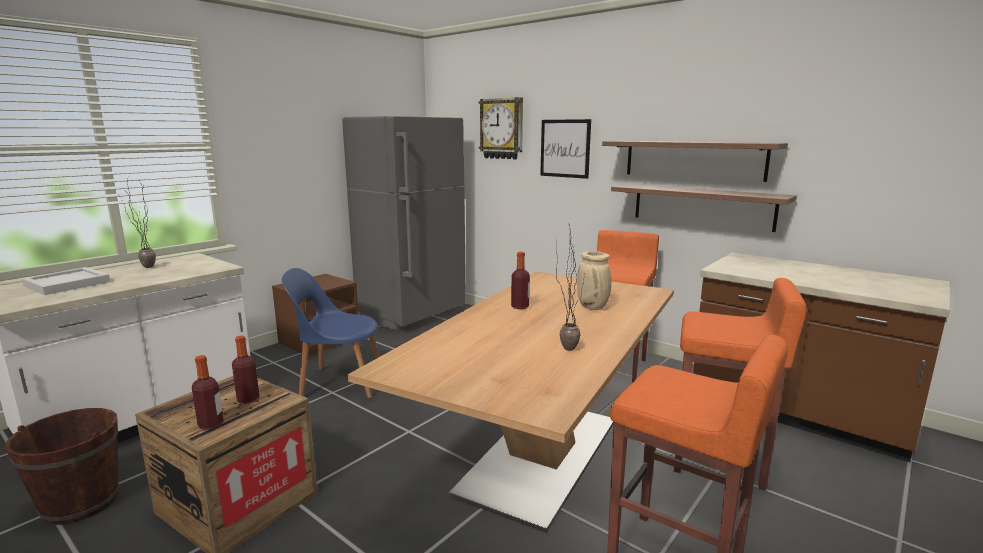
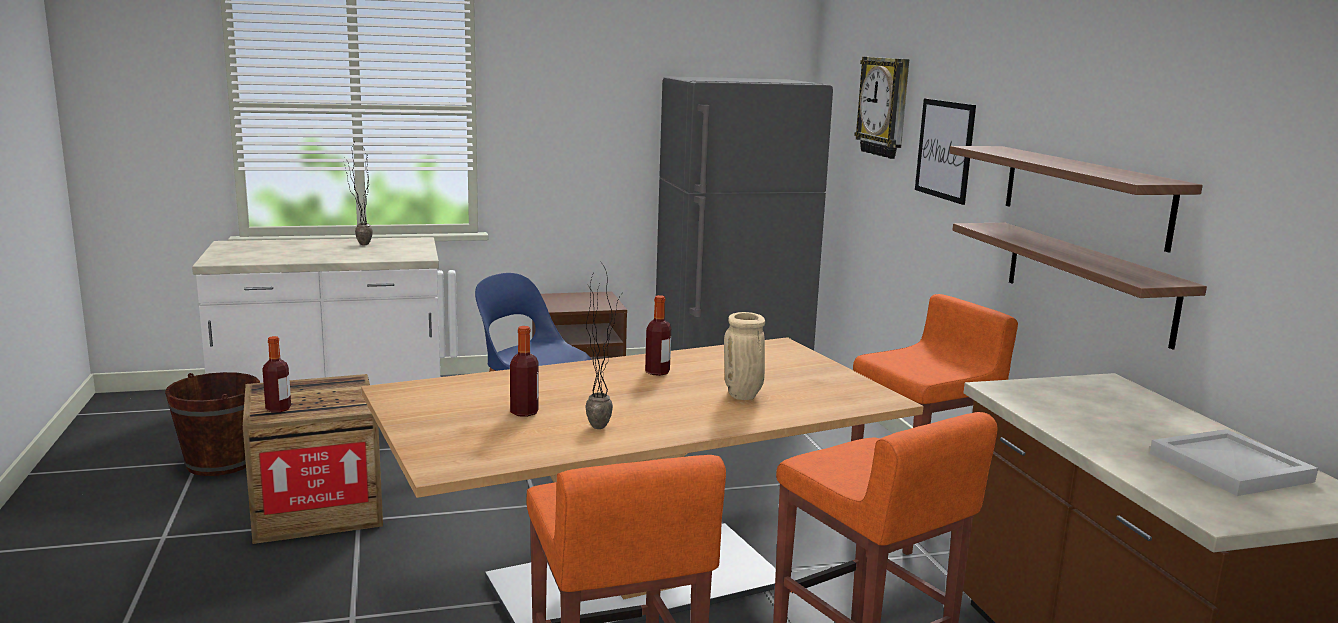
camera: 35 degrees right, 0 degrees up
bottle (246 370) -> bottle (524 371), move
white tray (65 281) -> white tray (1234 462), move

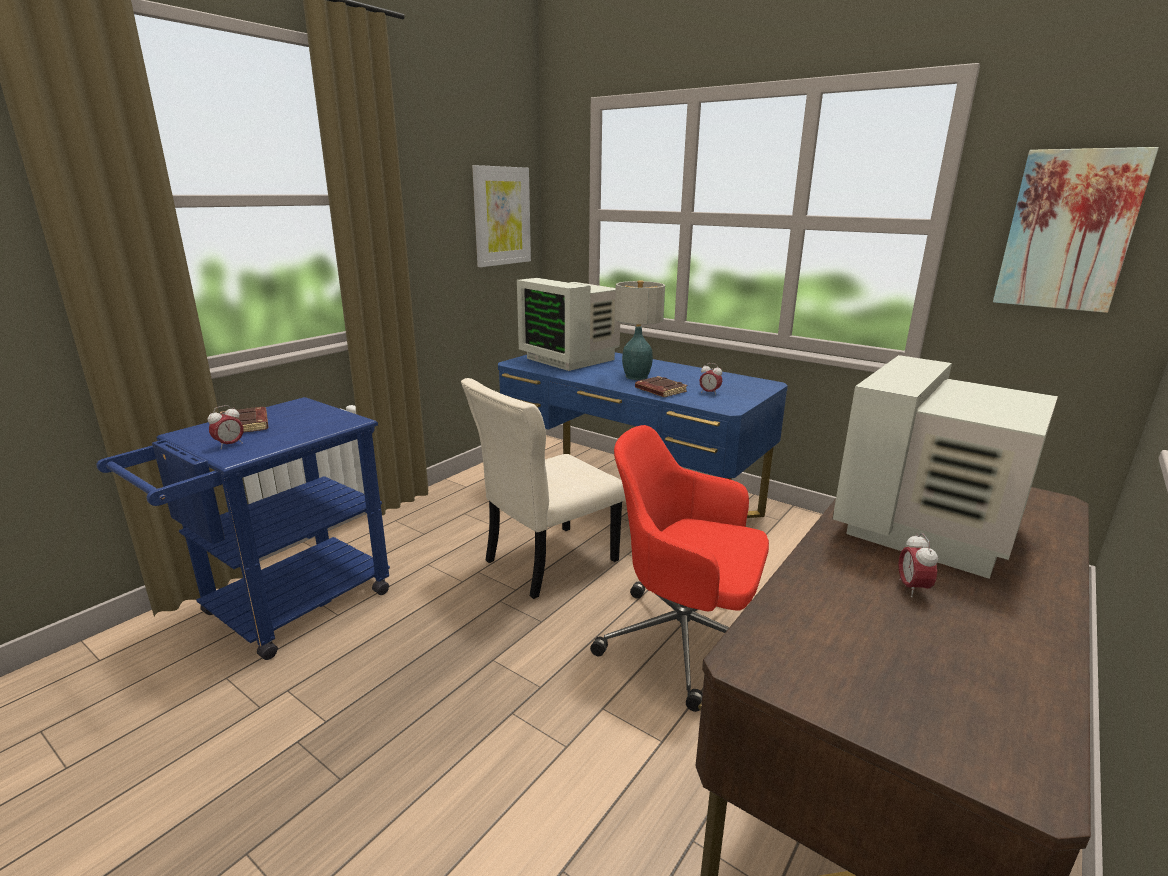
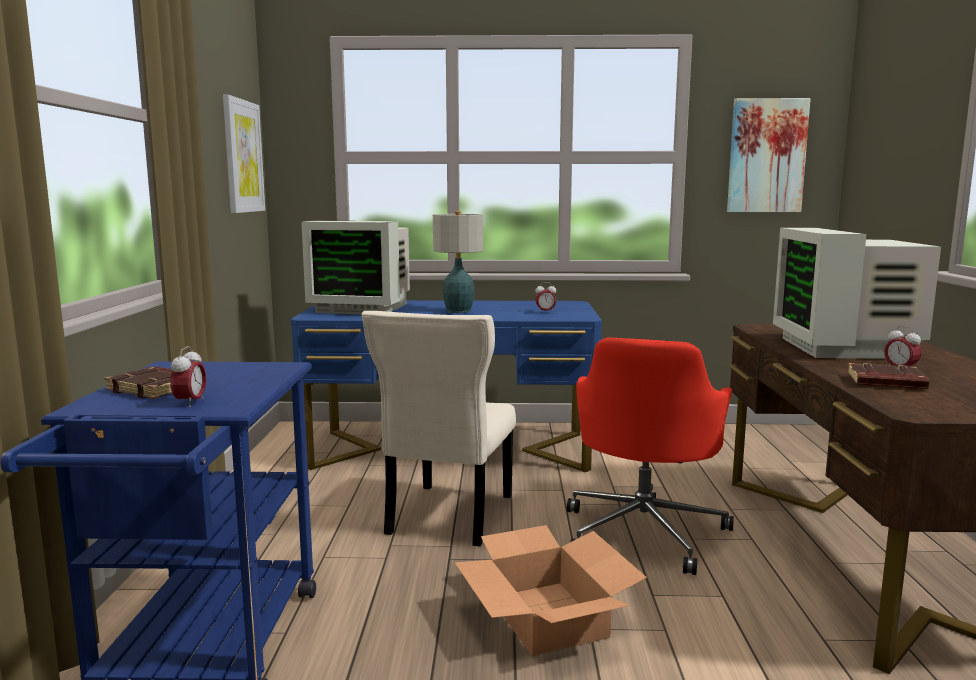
camera: 35 degrees left, 10 degrees down
none -> cardboard box (550 590)
red office chair (679 568) -> red office chair (650 456), 60 degrees counterclockwise
brown book (661 386) -> brown book (888 376), move

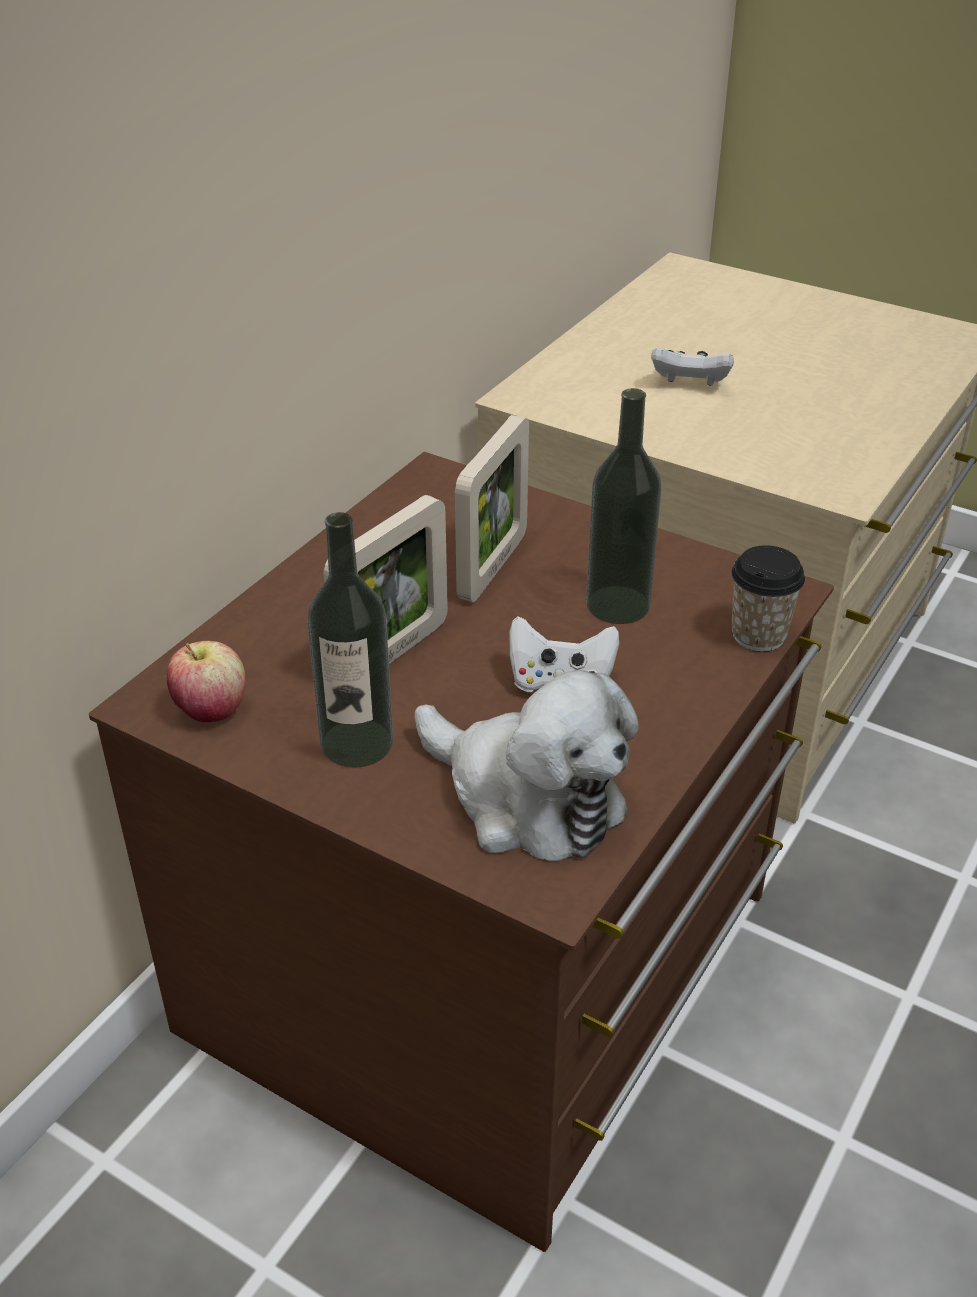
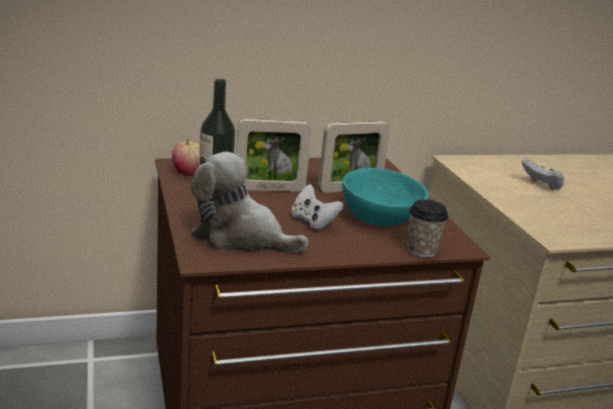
camera: 40 degrees right, 15 degrees down
plush toy (527 766) -> plush toy (250 202), 120 degrees clockwise
bottle (624 506) -> turquoise bowl (386 197)

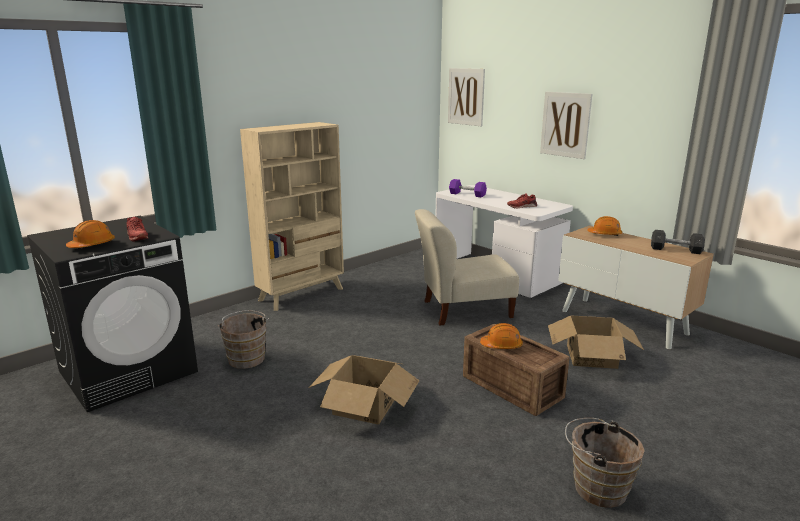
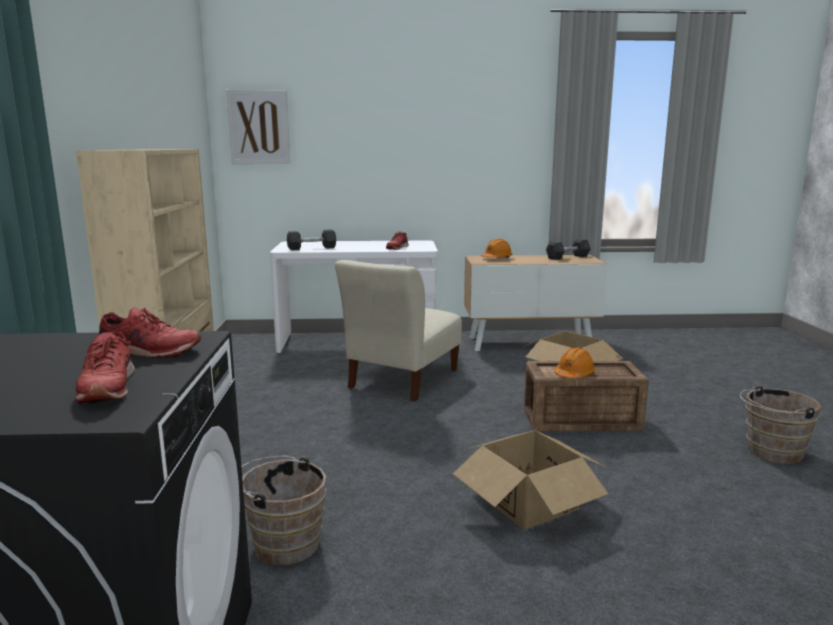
camera: 50 degrees left, 5 degrees down
orange hard hat (90 234) -> red shoe (105 368)
purple dumbbell (468 188) -> grey dumbbell (311 240)
picture (566 125) -> none

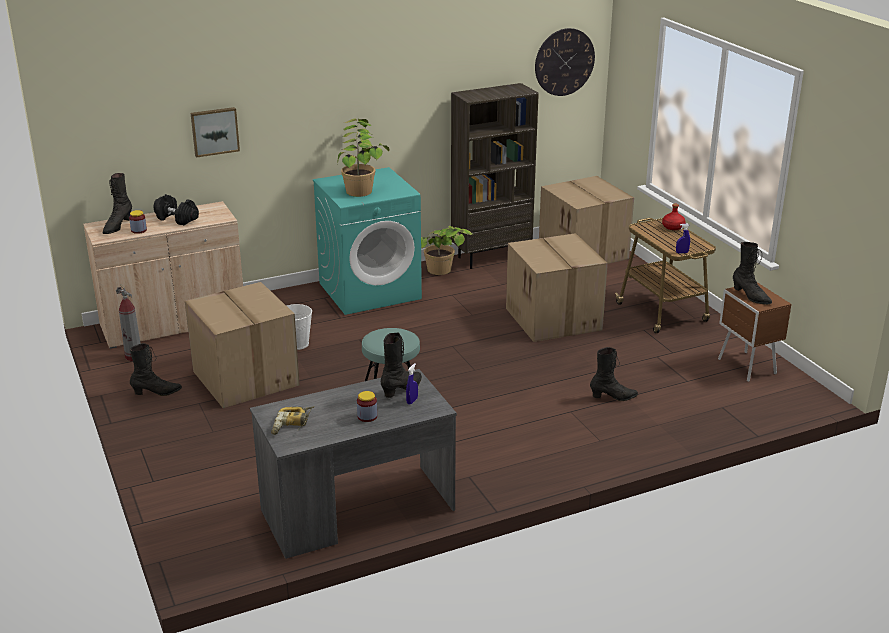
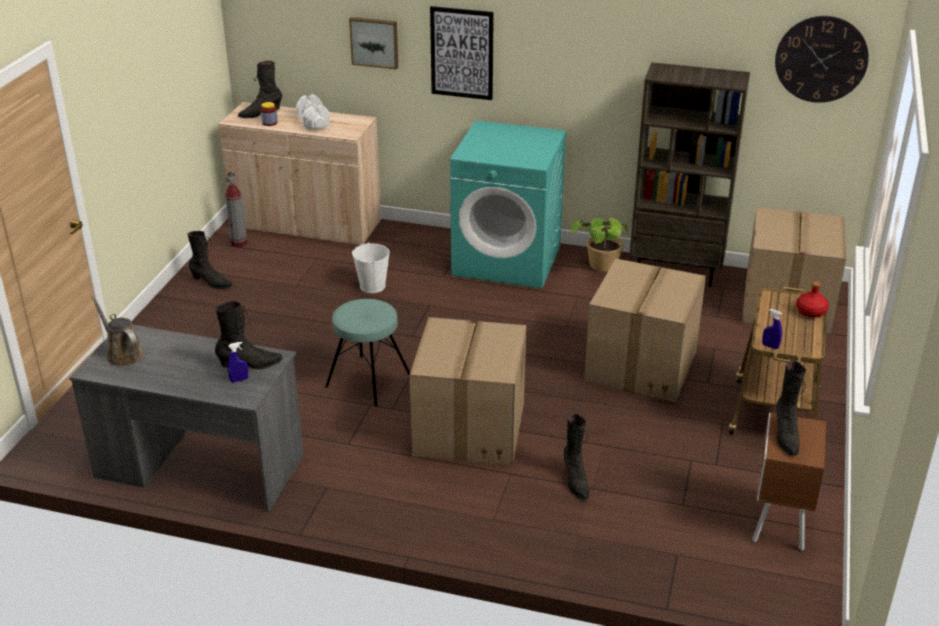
camera: 40 degrees right, 5 degrees up
power drill (292 420) -> brown watering can (117 331)
black dumbbell (176 209) -> white dumbbell (313 112)
cardboard box (242 345) -> cardboard box (468 391), move
none -> picture (462 53)
black boot (614 374) -> black boot (576 456), 45 degrees clockwise
potted plant (363 157) -> none
jar (367 406) -> none

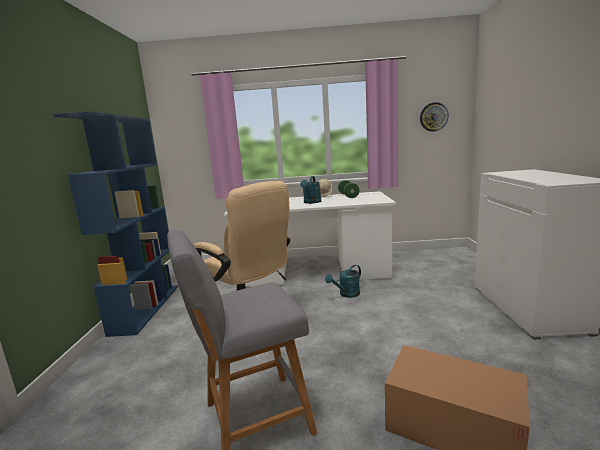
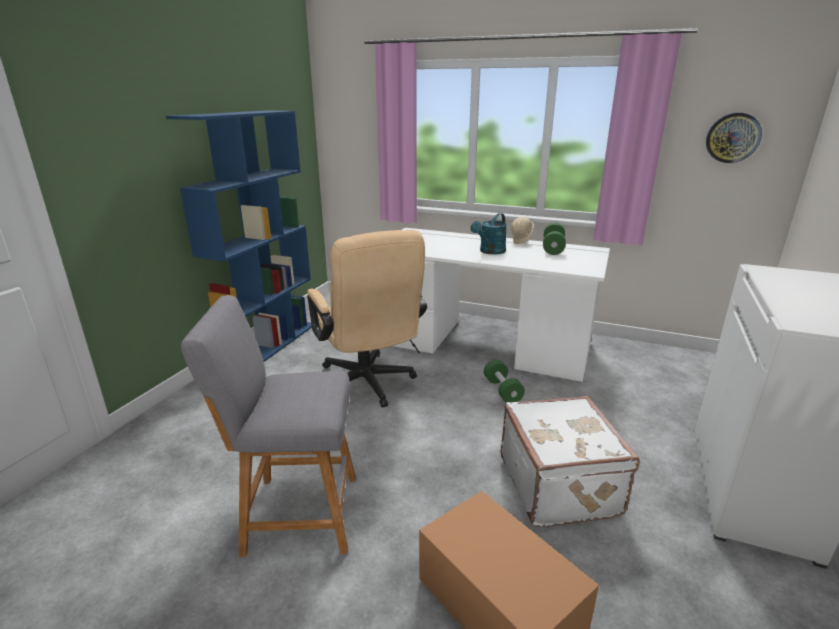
camera: 20 degrees right, 10 degrees up
turquoise watering can (343 281) -> green dumbbell (504 381)
none -> white suitcase (570 461)

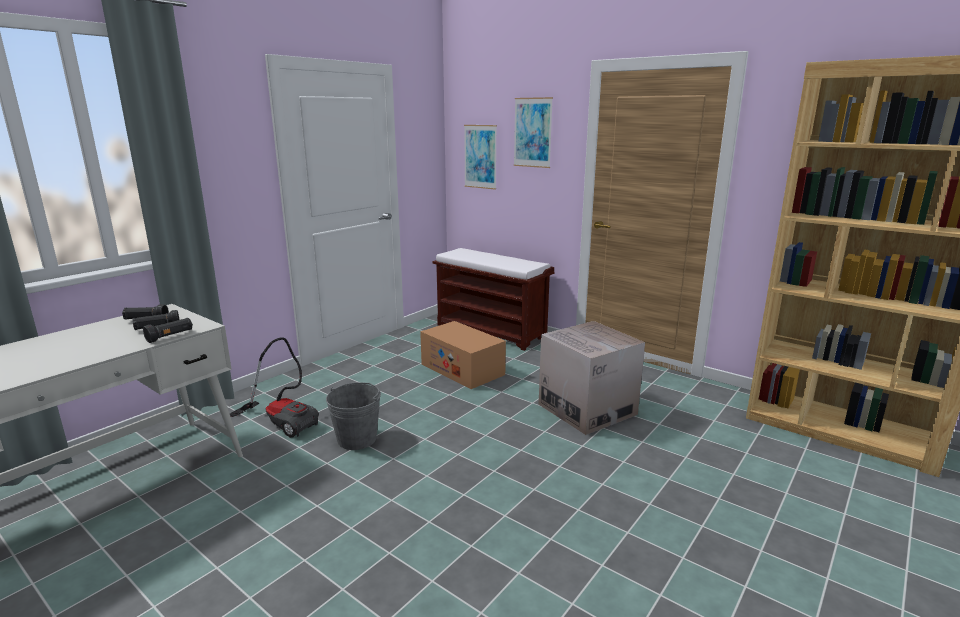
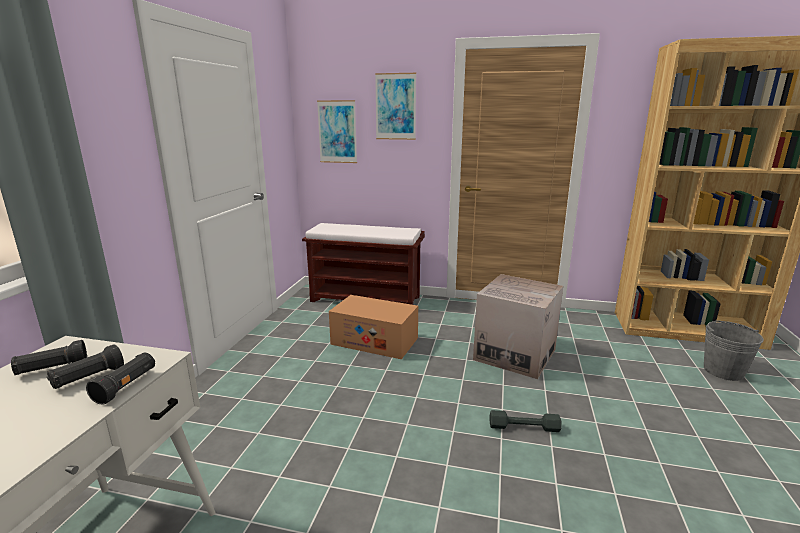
camera: 25 degrees left, 0 degrees up
none -> grey dumbbell (525 421)
grey bucket (353 416) -> grey bucket (734 350), move
vacuum cleaner (274 387) -> none

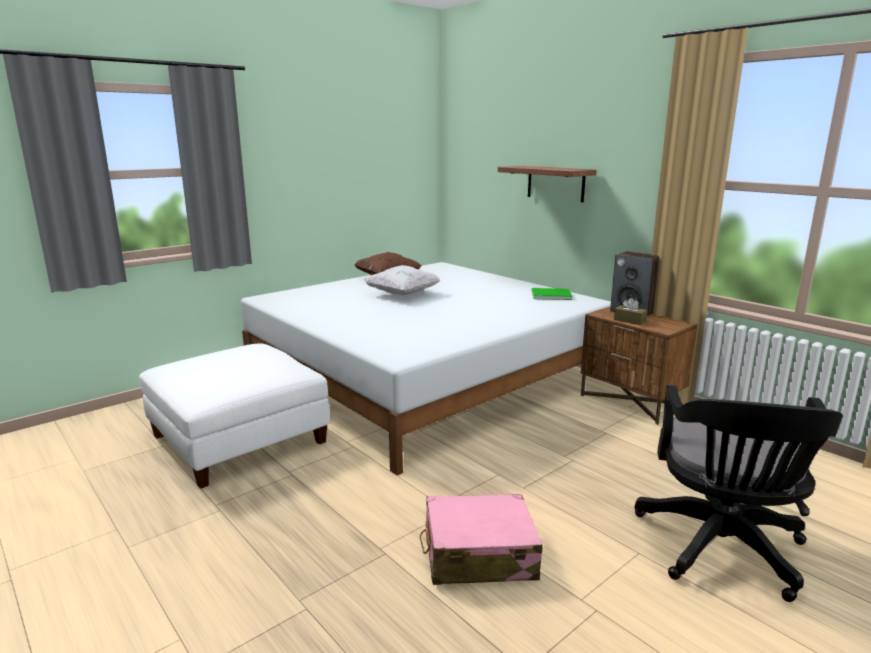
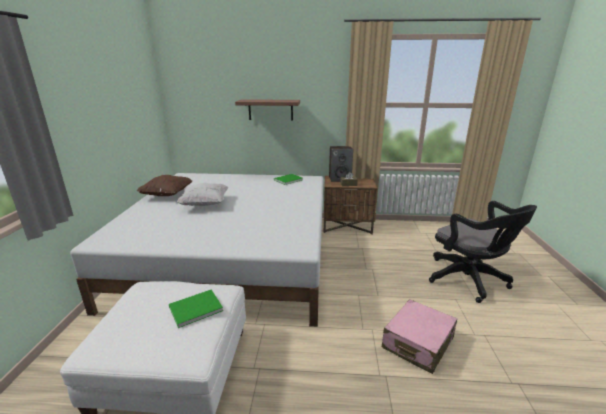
camera: 45 degrees left, 5 degrees up
none -> green book (196 309)

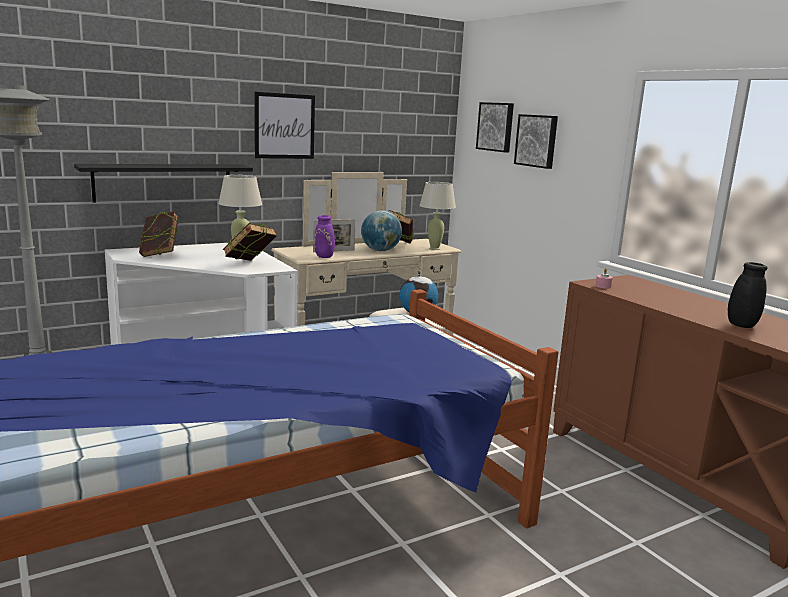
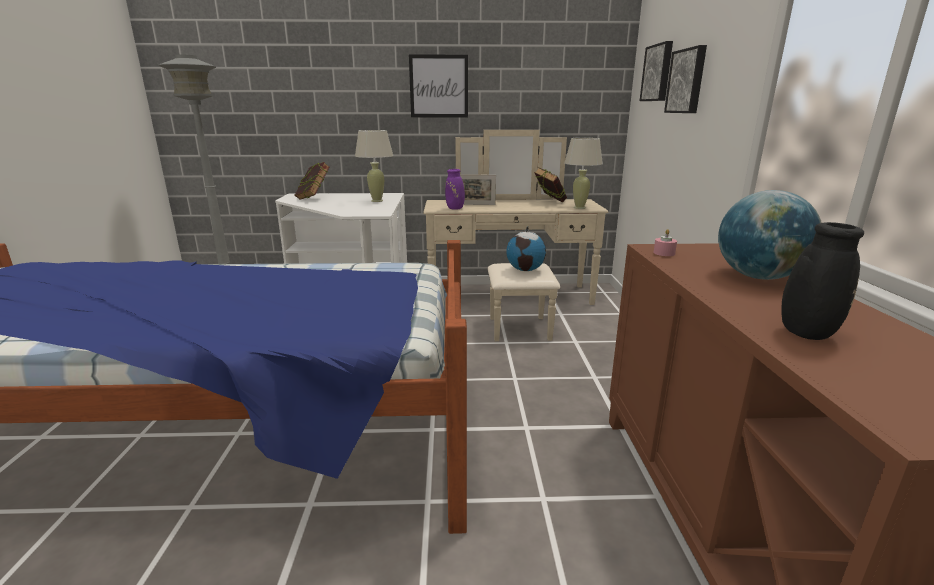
camera: 30 degrees right, 5 degrees up
globe (381 230) -> globe (770 235), move
black shelf (163 183) -> none
book (250 242) -> none

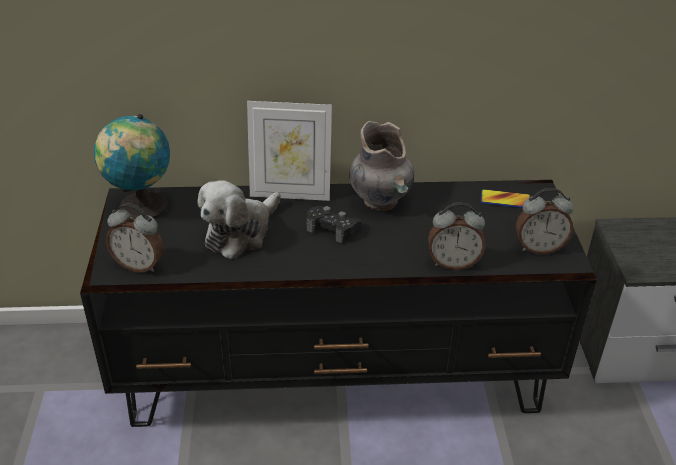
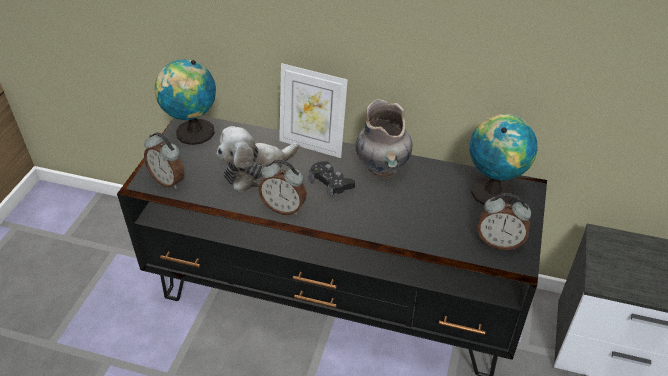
camera: 20 degrees right, 5 degrees up
alarm clock (456 236) -> alarm clock (283 187), move
phone (506 198) -> globe (503 159)

